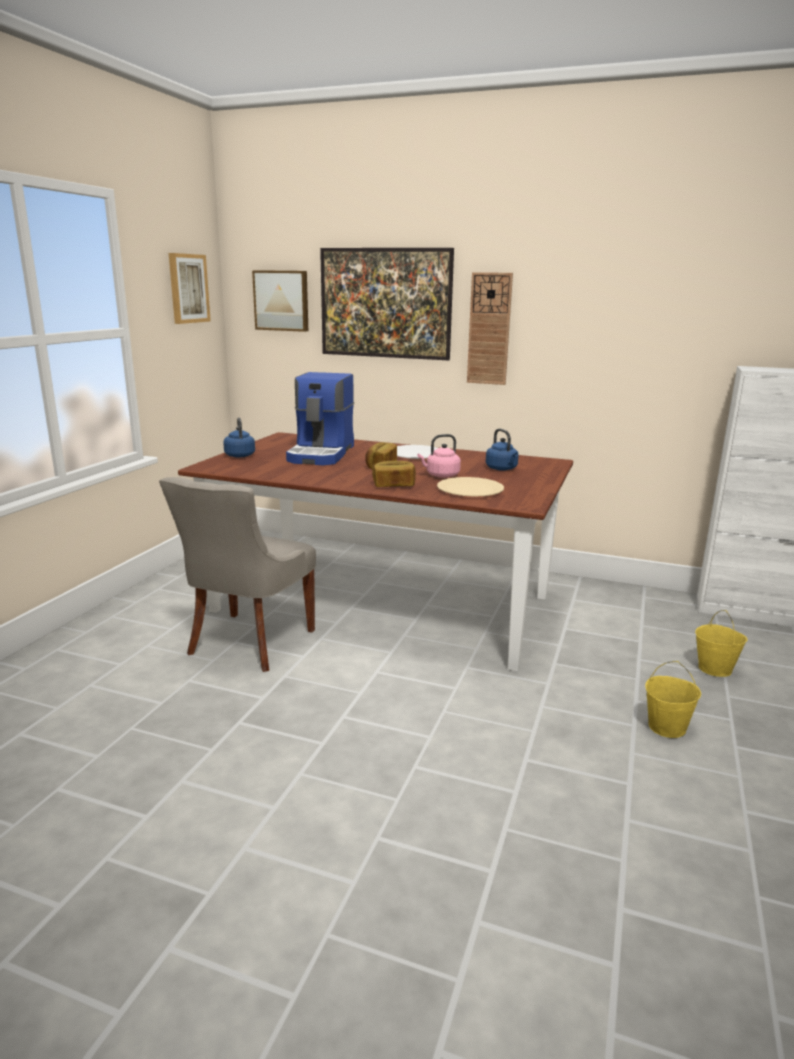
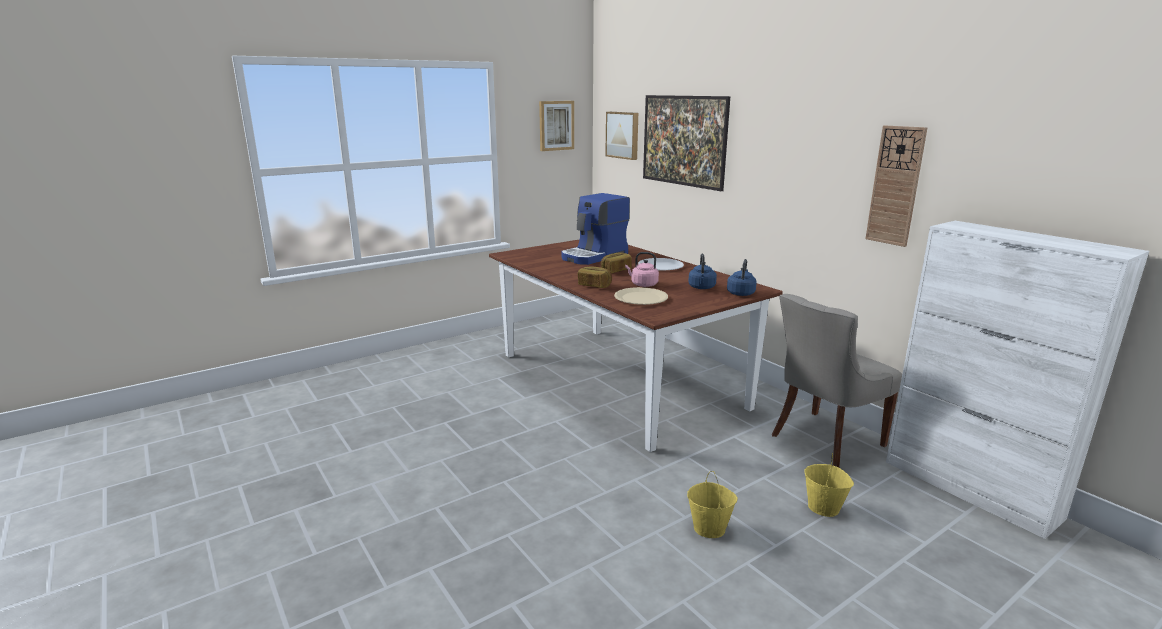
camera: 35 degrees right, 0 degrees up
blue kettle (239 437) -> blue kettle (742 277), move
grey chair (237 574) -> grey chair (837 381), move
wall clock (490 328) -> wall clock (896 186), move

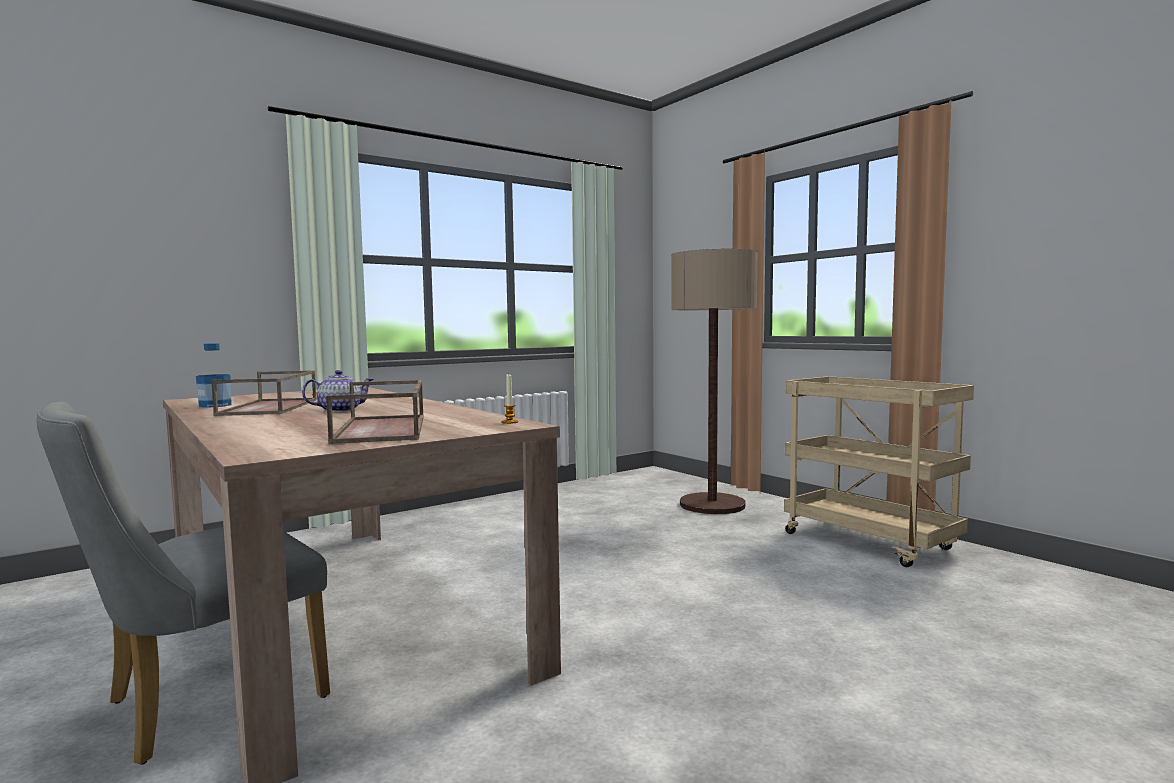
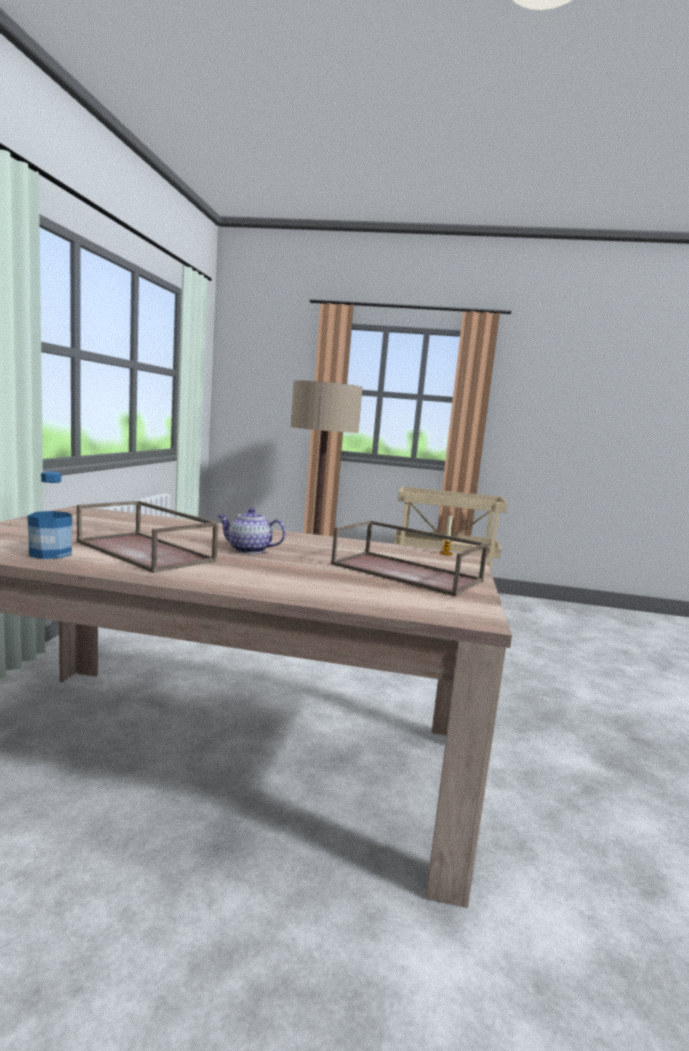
camera: 45 degrees left, 5 degrees up
teapot (338 391) -> teapot (251 531), 90 degrees counterclockwise
grey chair (183 583) -> none

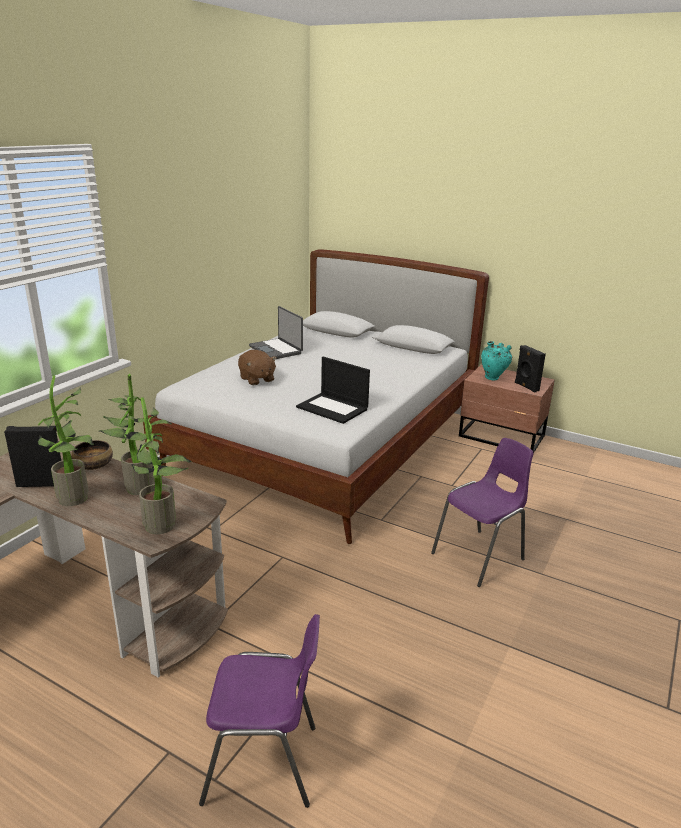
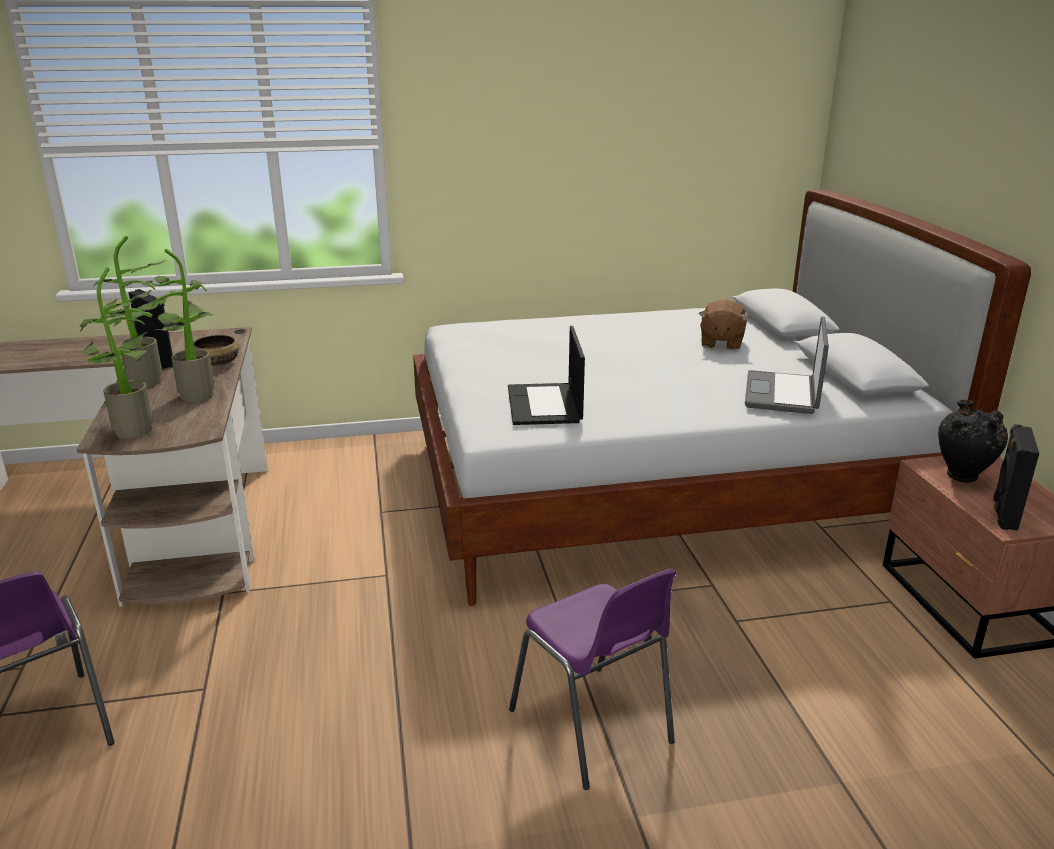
camera: 50 degrees right, 0 degrees up
purple chair (482 512) -> purple chair (592 679), 45 degrees clockwise
brown plush toy (257 367) -> brown plush toy (724 324), move
laptop (276 332) -> laptop (787 365), move
turquoise vase (496 360) -> black vase (973 441)

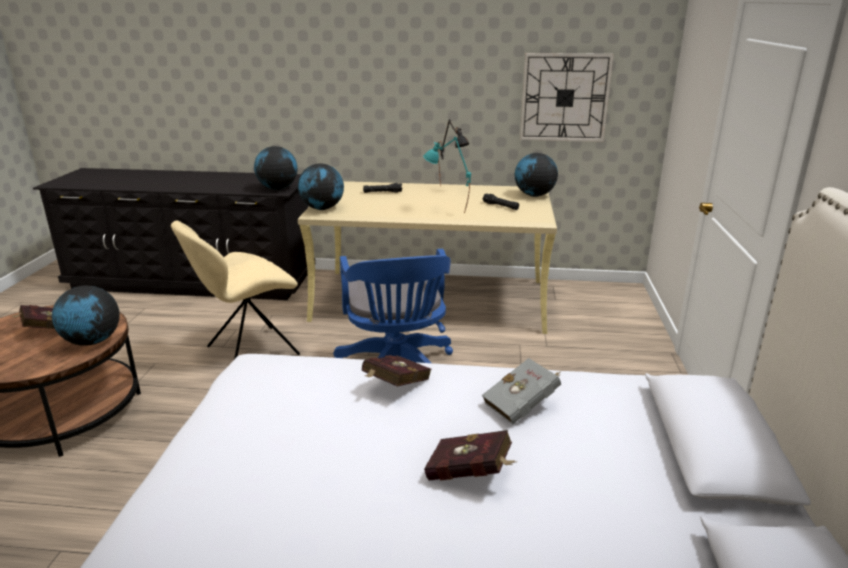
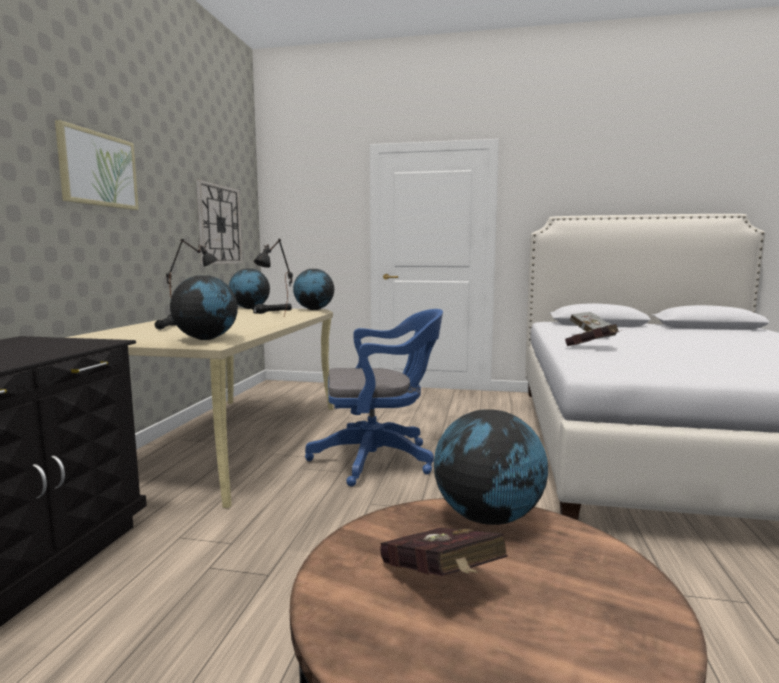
camera: 85 degrees left, 15 degrees down
none -> picture (97 165)
turquoise table lamp (447 175) -> black table lamp (273 277)
globe (276 168) -> globe (313 289), move
beige chair (235 289) -> none
red book (470 455) -> none

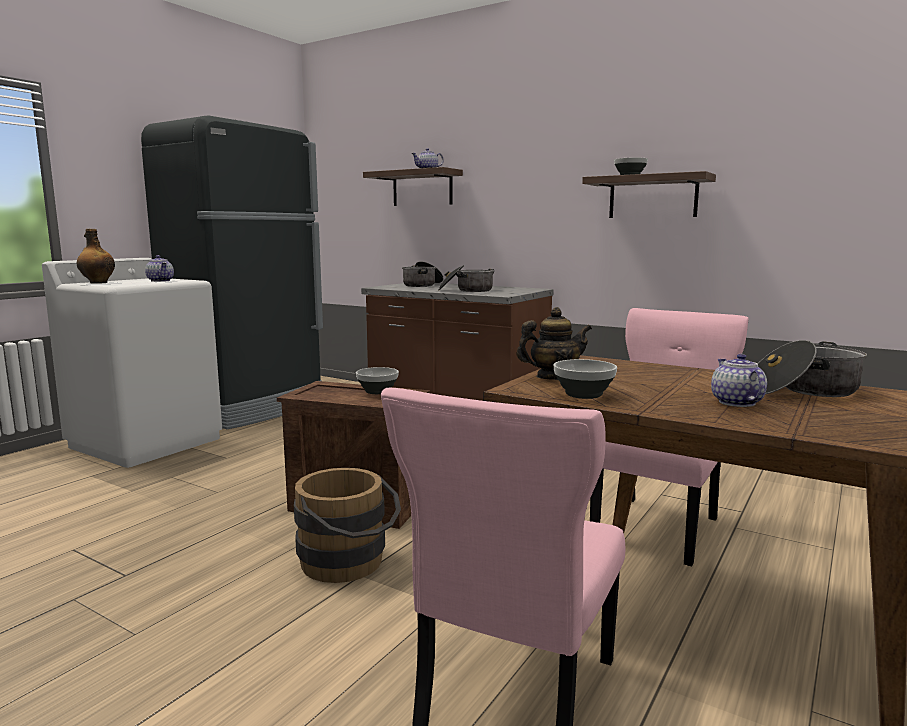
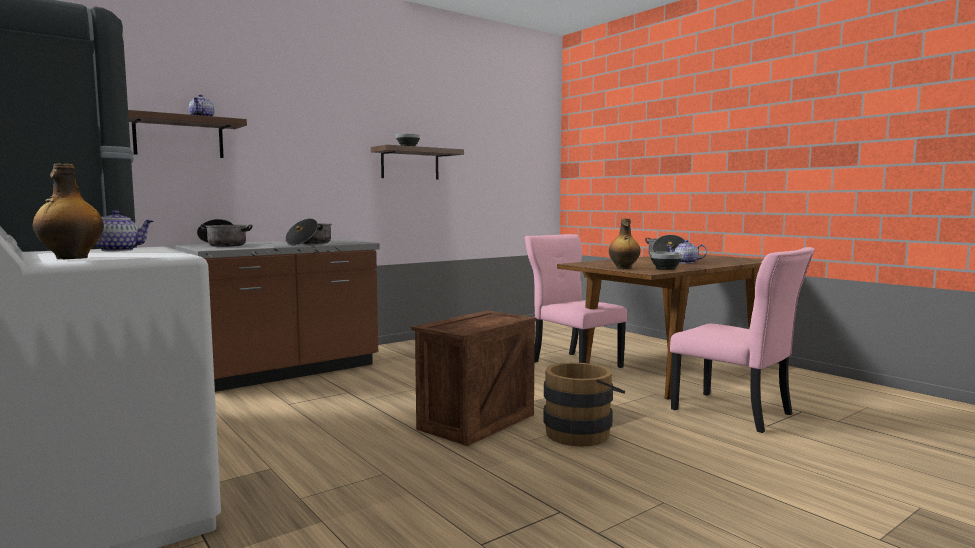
camera: 70 degrees left, 5 degrees down
teapot (554 343) -> bottle (624 243)
bowl (377 380) -> none

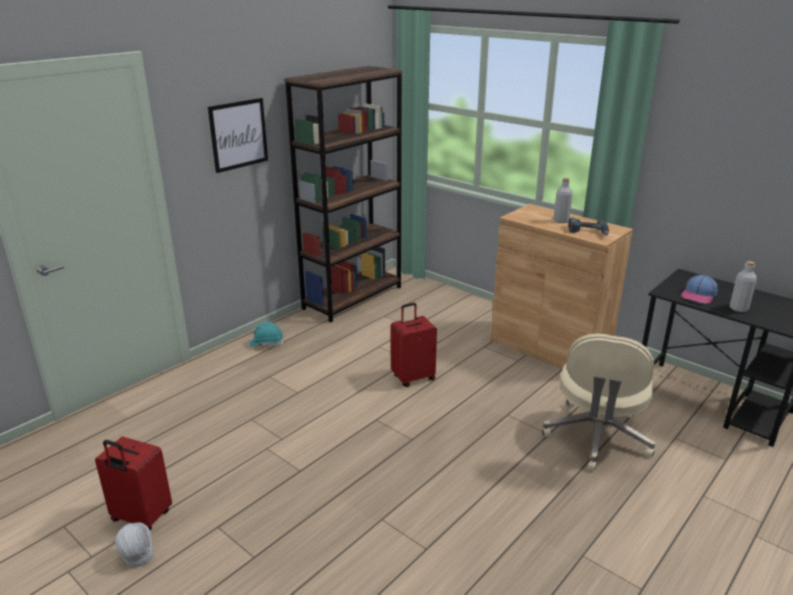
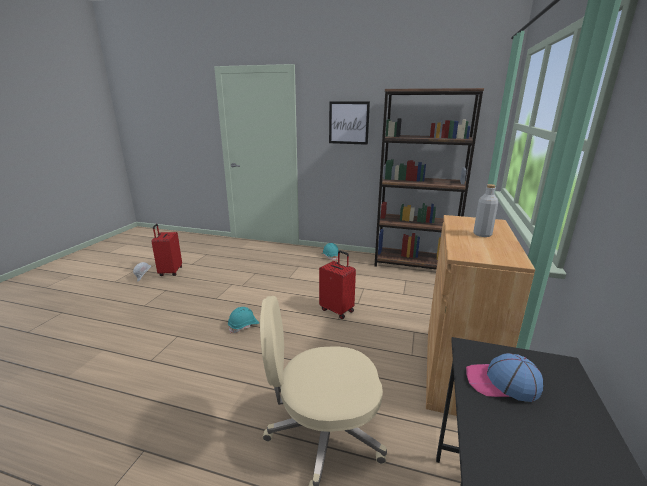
camera: 65 degrees right, 5 degrees down
none -> turquoise hard hat (243 320)
power drill (588 227) -> none
grey bottle (743 286) -> none

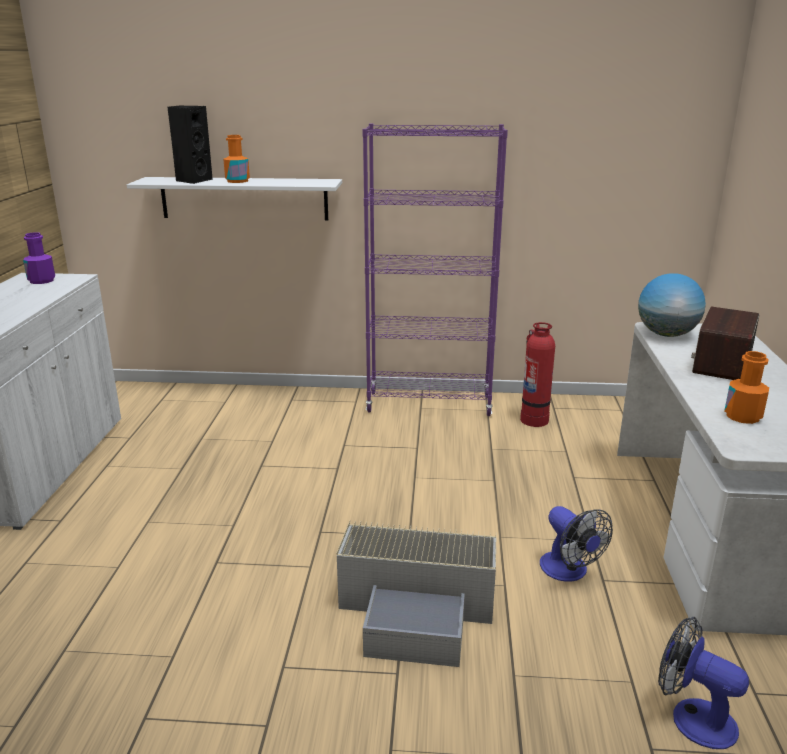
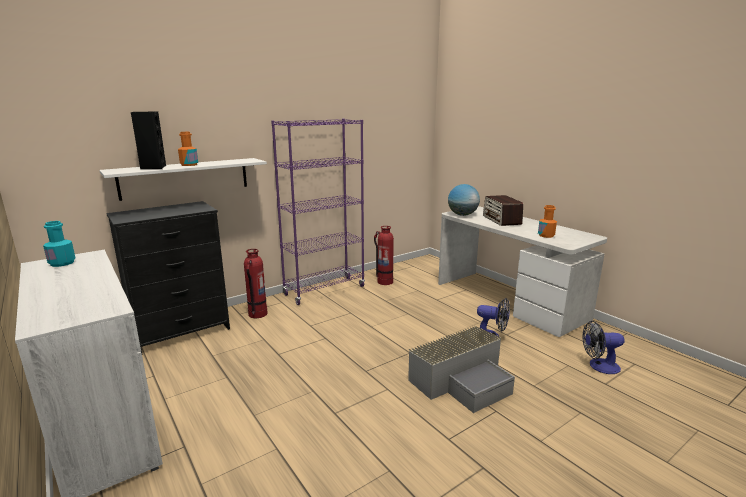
camera: 40 degrees left, 5 degrees down
purple bottle (39 258) -> turquoise bottle (59 244)
none -> black dresser (168 278)
none -> fire extinguisher (256 283)

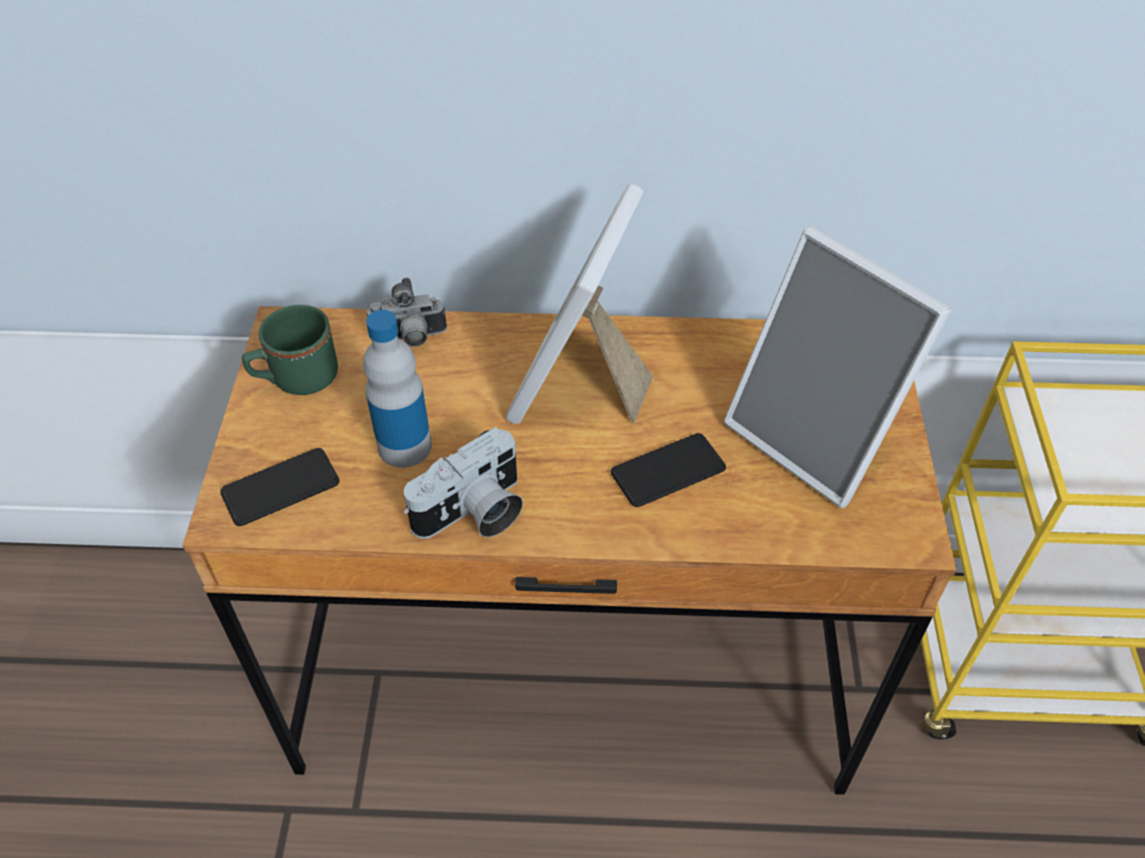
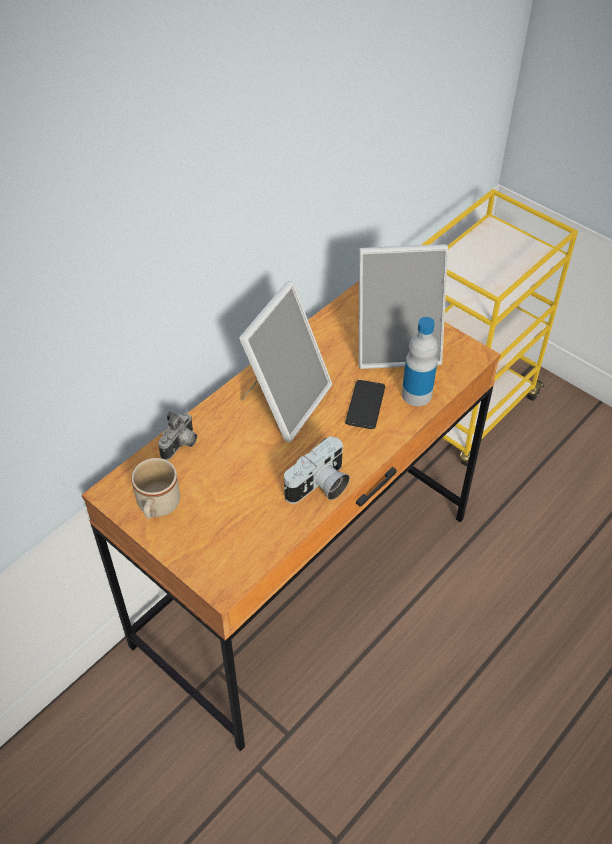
camera: 50 degrees left, 0 degrees up
green mug (290 350) -> beige mug (156 488)
picture frame (579 304) -> picture frame (285 361), 120 degrees counterclockwise
photo camera (463 483) -> photo camera (317 470), 45 degrees clockwise
bottle (397 389) -> bottle (420 361), move
phone (279 487) -> none

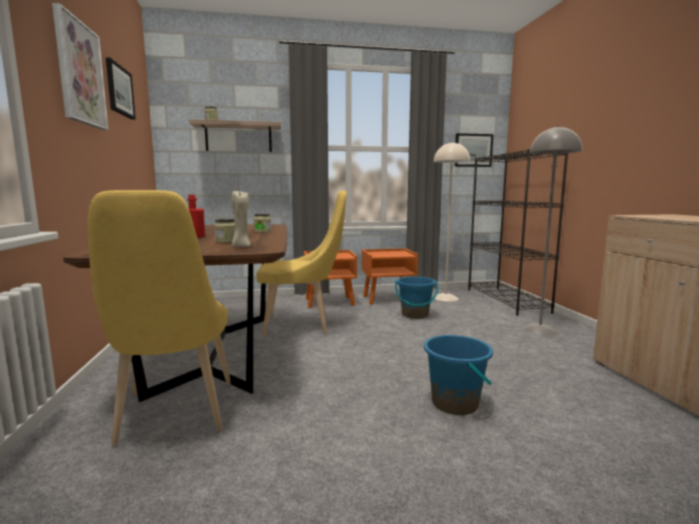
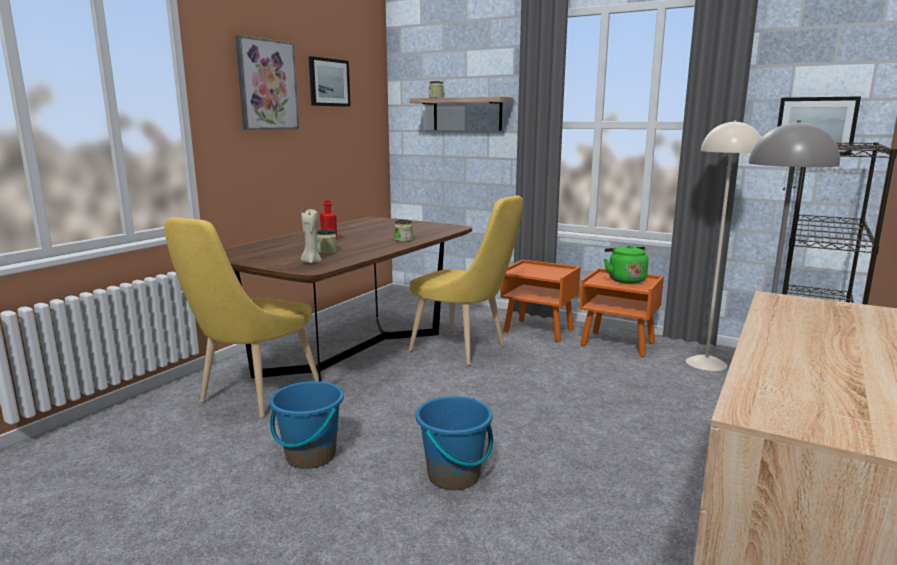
camera: 40 degrees right, 5 degrees up
blue bucket (416 298) -> blue bucket (306 425), move
none -> green kettle (626 264)

